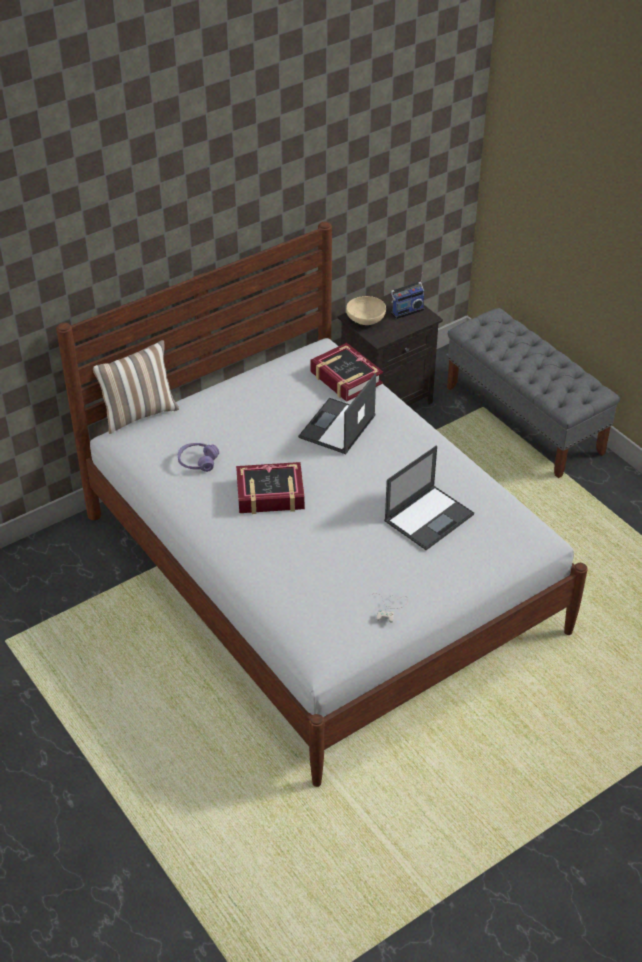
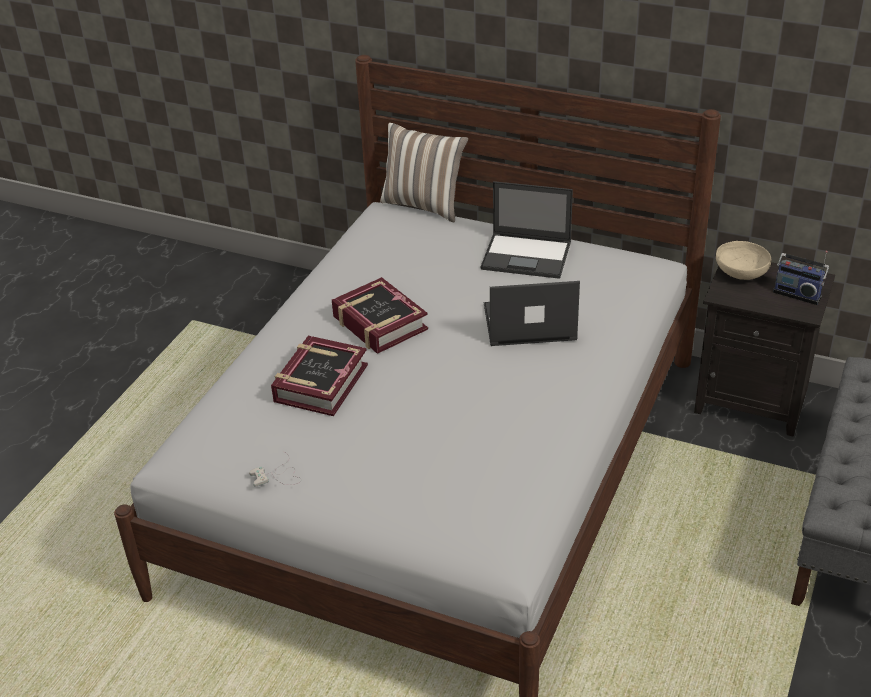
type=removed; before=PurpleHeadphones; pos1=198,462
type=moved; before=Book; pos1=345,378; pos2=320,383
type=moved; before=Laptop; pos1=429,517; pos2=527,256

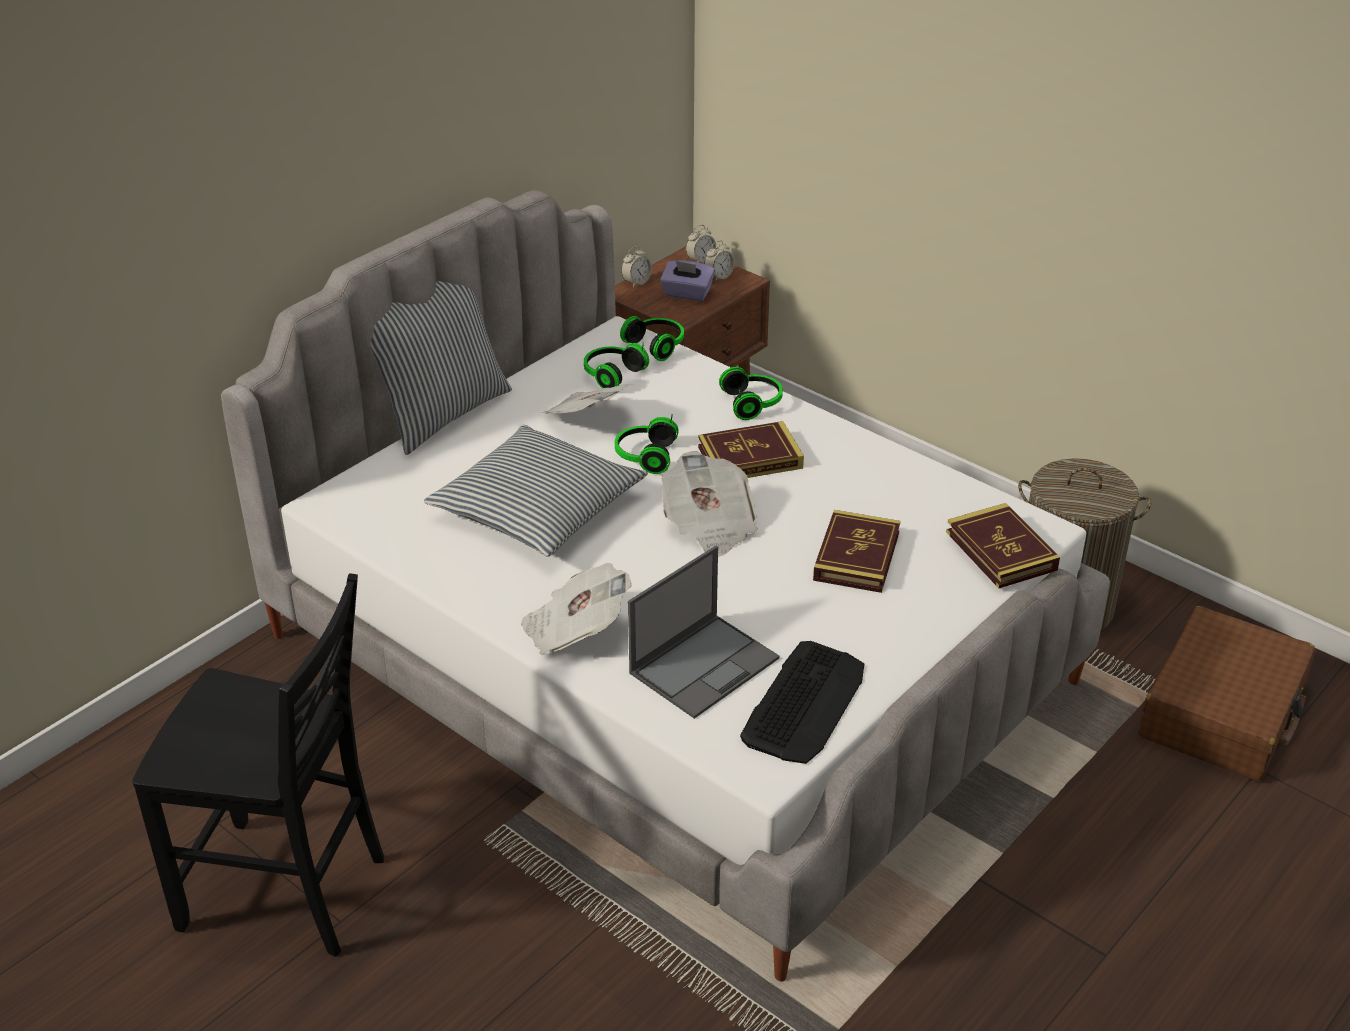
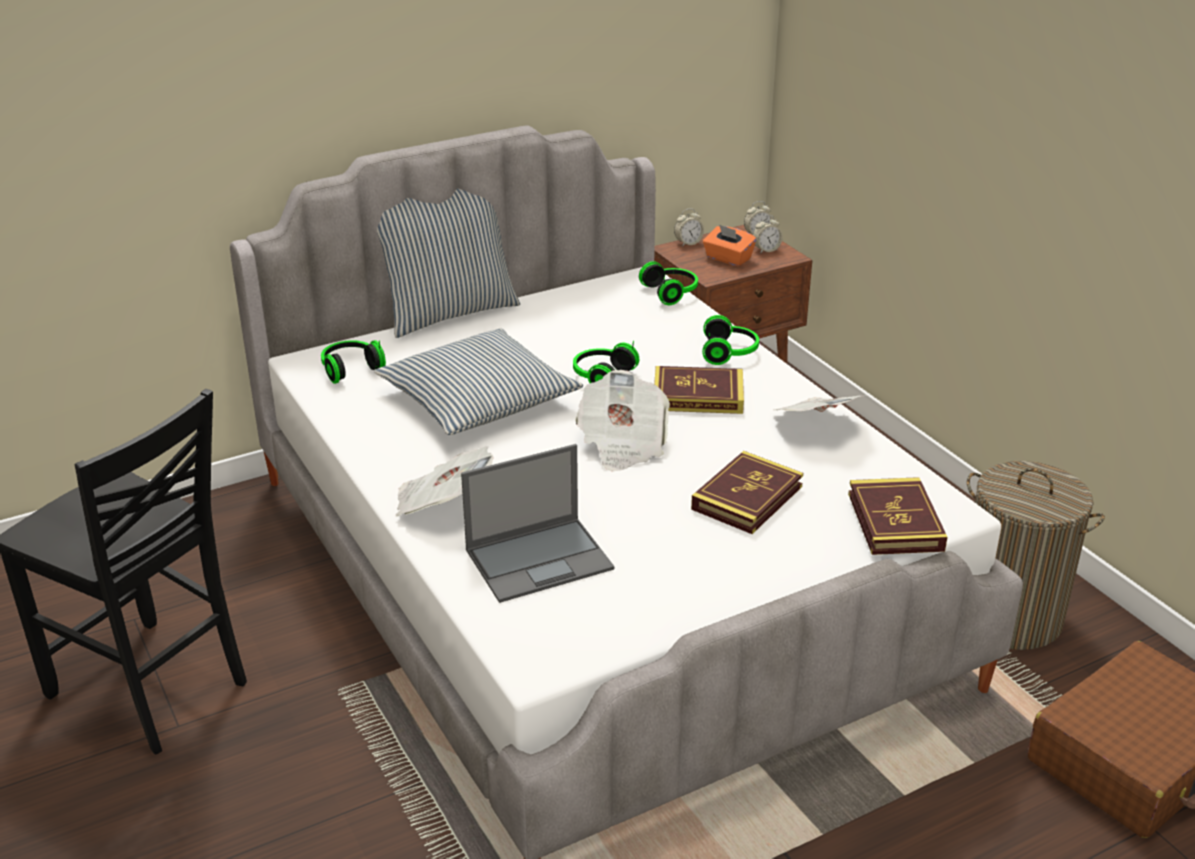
type=moved; before=Newspaper; pos1=587,419; pos2=817,424
type=moved; before=Headphones; pos1=611,375; pos2=350,369
type=recoloured; before=PurpleTissueBox; after=OrangeTissueBox; pos1=687,294; pos2=728,259
type=removed; before=Keyboard; pos1=804,703

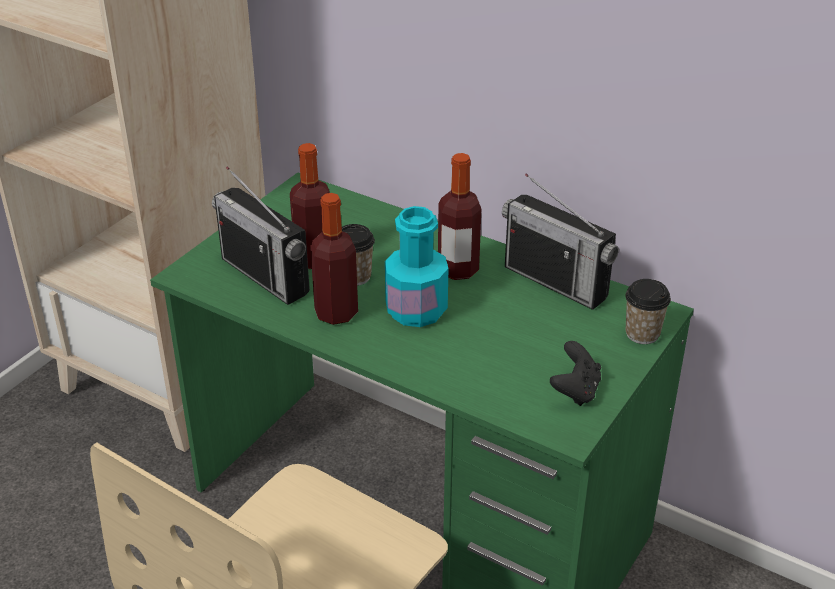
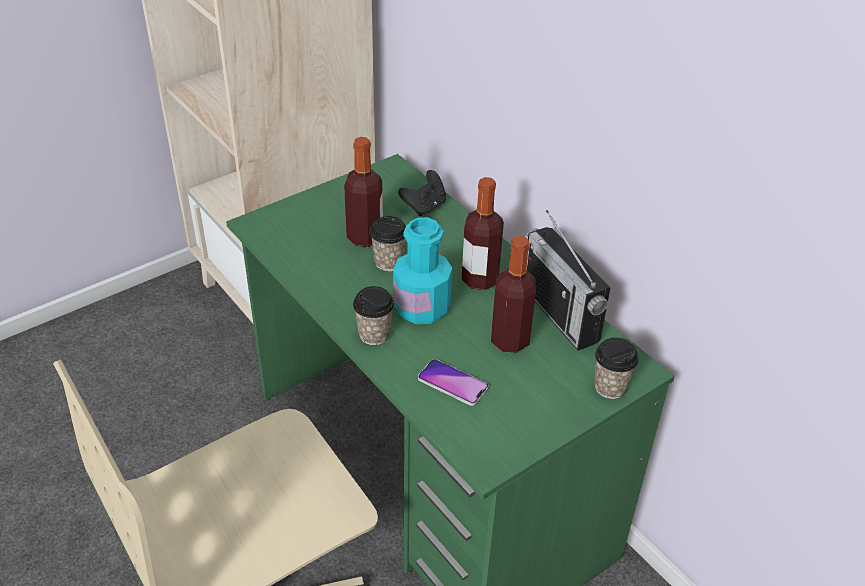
type=removed; before=Radio; pos1=265,276
type=moved; before=Bottle; pos1=336,313; pos2=510,340
type=moved; before=BlackGameController; pos1=575,391; pos2=424,206
type=added; after=Cup; pos2=374,335
type=added; after=Phone; pos2=453,383

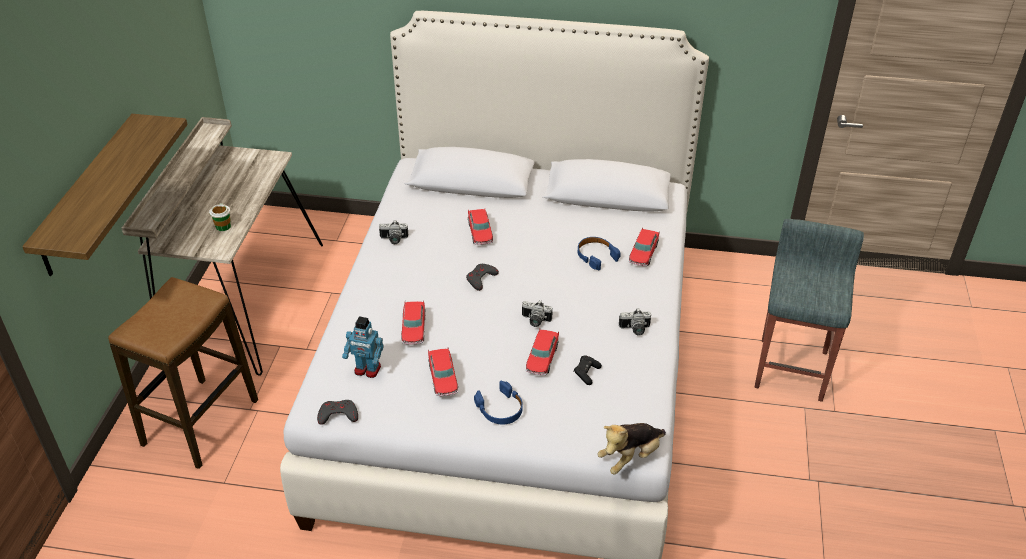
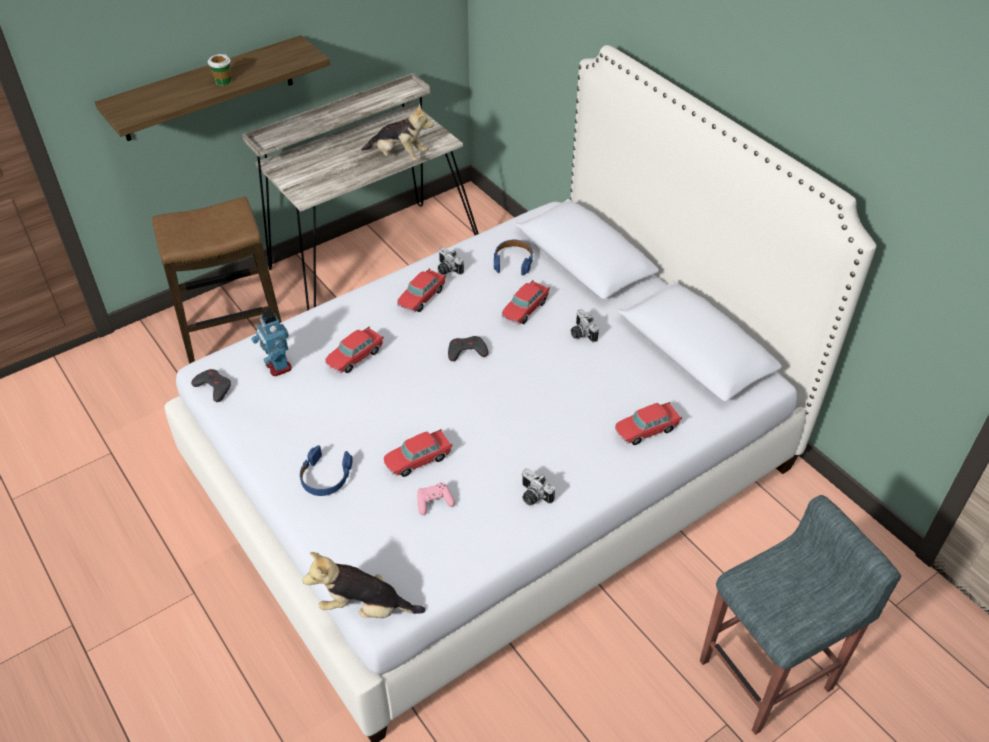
type=moved; before=Cup; pos1=223,226; pos2=223,81
type=moved; before=ToyCar; pos1=443,378; pos2=421,297
type=moved; before=PhotoCamera; pos1=535,321; pos2=581,334
type=recoloured; before=BlackGameController; after=PinkGameController; pos1=586,373; pos2=434,502
type=moved; before=BlueHeadphones; pos1=596,256; pos2=513,261
type=added; after=PlushToy; pos2=399,156

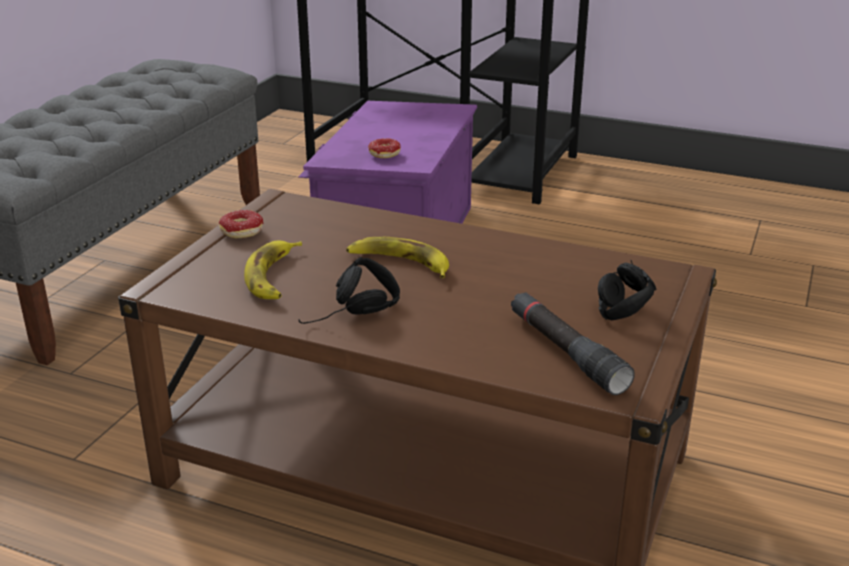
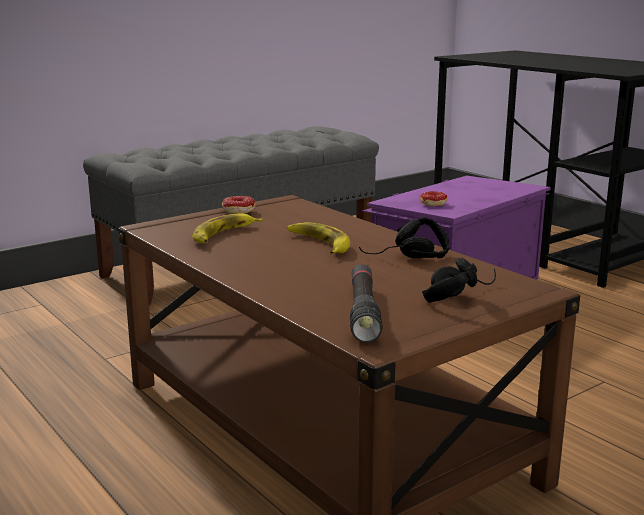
type=moved; before=BlackHeadphones; pos1=353,316; pos2=406,258

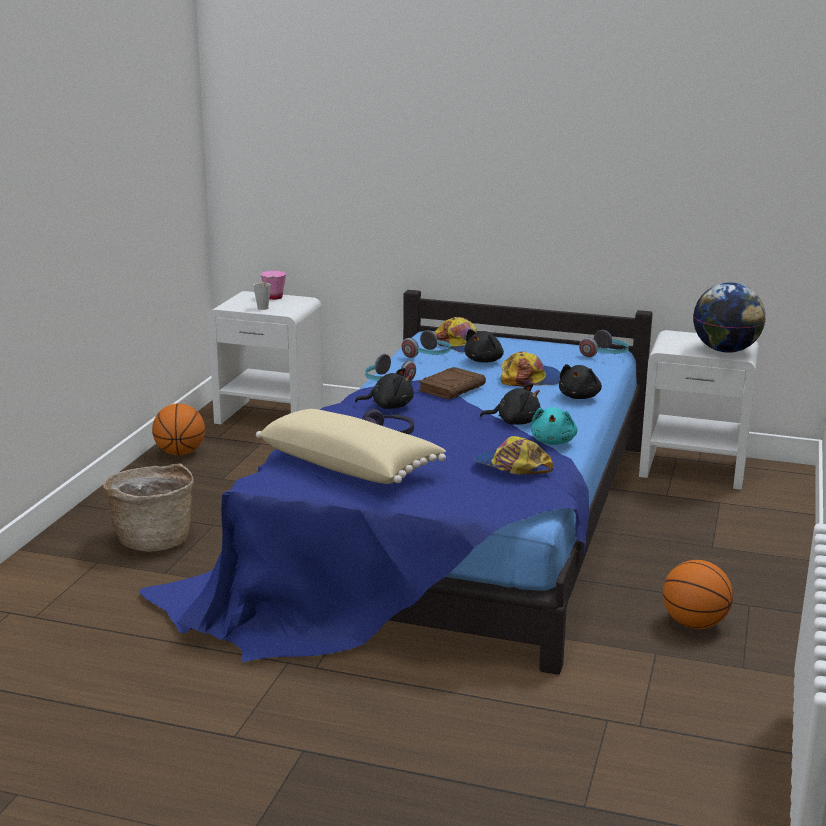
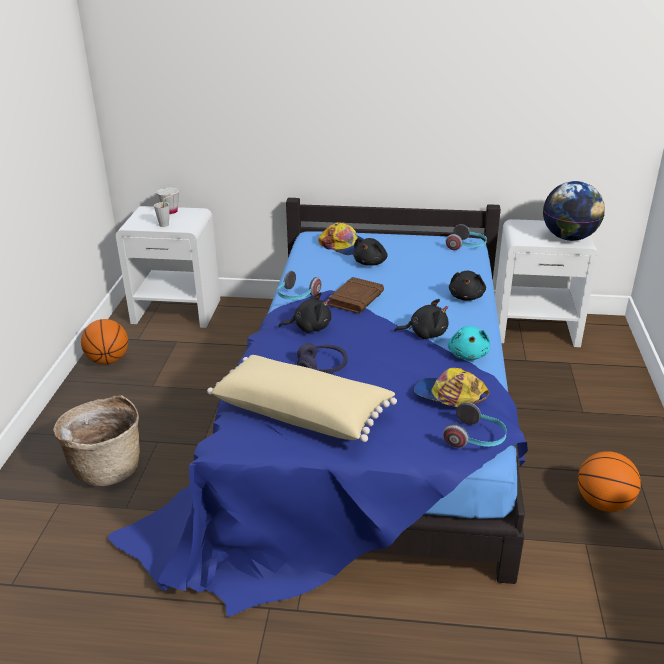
type=recoloured; before=PinkCup; after=WhiteCup; pos1=274,297; pos2=170,211
type=moved; before=Headphones; pos1=429,356; pos2=476,438
type=removed; before=Cap; pos1=530,379

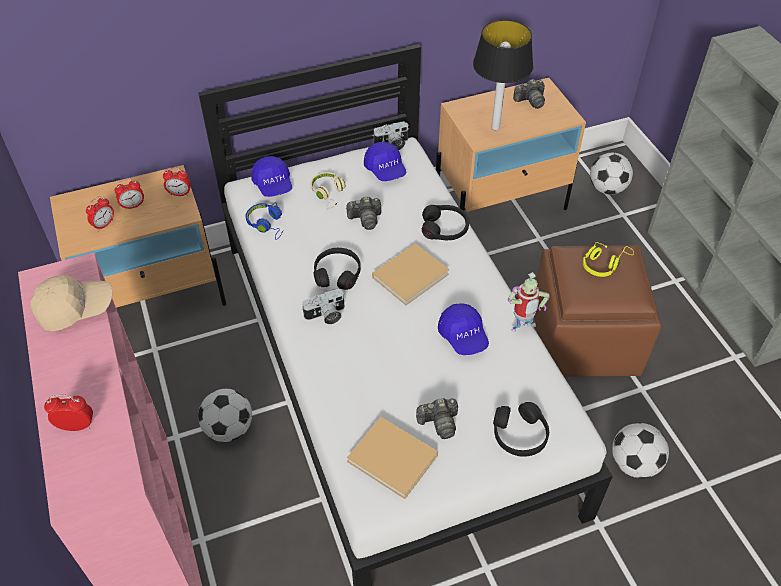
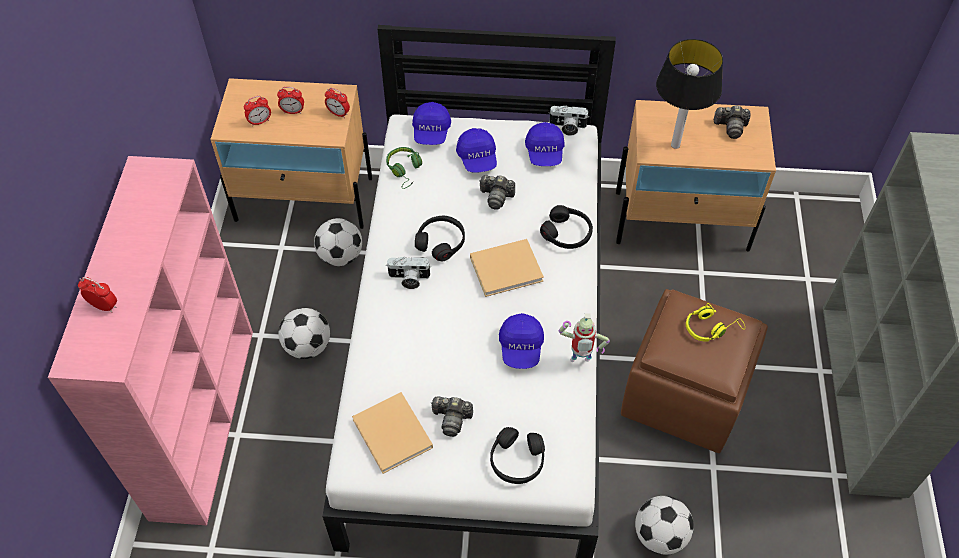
type=removed; before=BeigeCap; pos1=75,309
type=recoloured; before=BlueHeadphones; after=GreenHeadphones; pos1=267,225; pos2=405,170
type=replaced; before=BeigeHeadphones; after=BlueCap; pos1=328,194; pos2=477,158
type=moved; before=Football; pos1=607,189; pos2=340,256

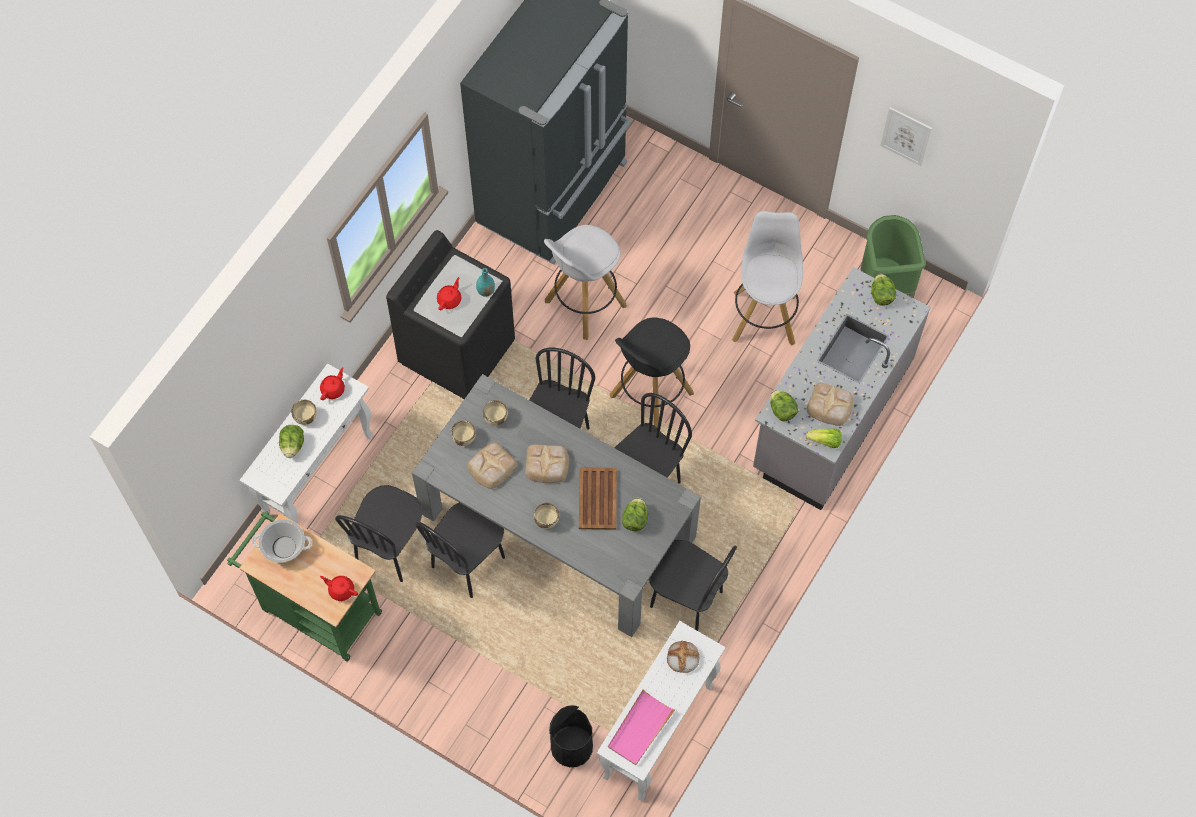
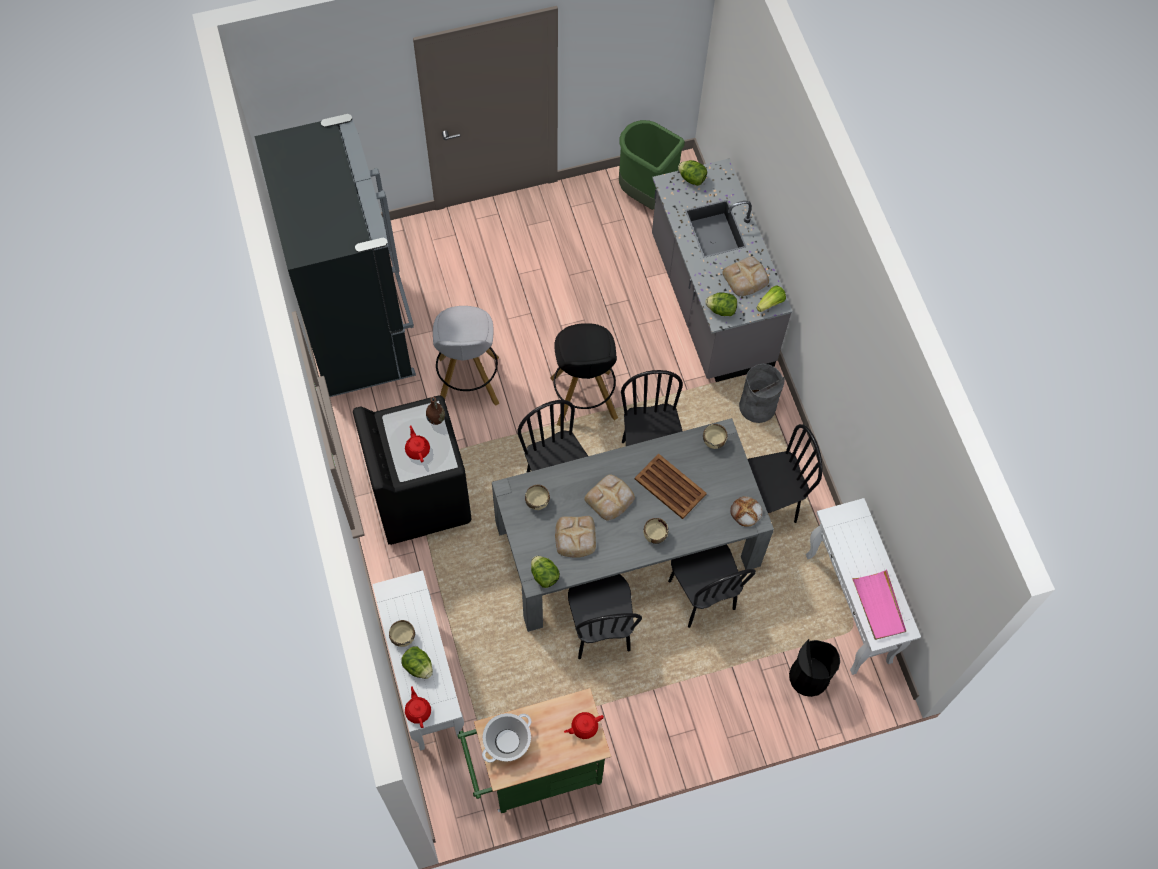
type=moved; before=RedTeapot; pos1=333,389; pos2=418,711
type=moved; before=BlackChair; pos1=391,549; pos2=701,595
type=moved; before=BeigeBowl; pos1=464,437; pos2=714,441
type=recoloured; before=TurquoiseVase; after=BrownVase; pos1=486,291; pos2=436,419
type=moved; before=Lettuce; pos1=635,519; pos2=544,575
type=moved; before=Bread; pos1=682,658; pos2=746,512
type=removed; before=WhiteStool; pos1=764,316
type=removed; before=Picture; pos1=906,136
type=added; after=GreyTrashCan; pos2=757,406

